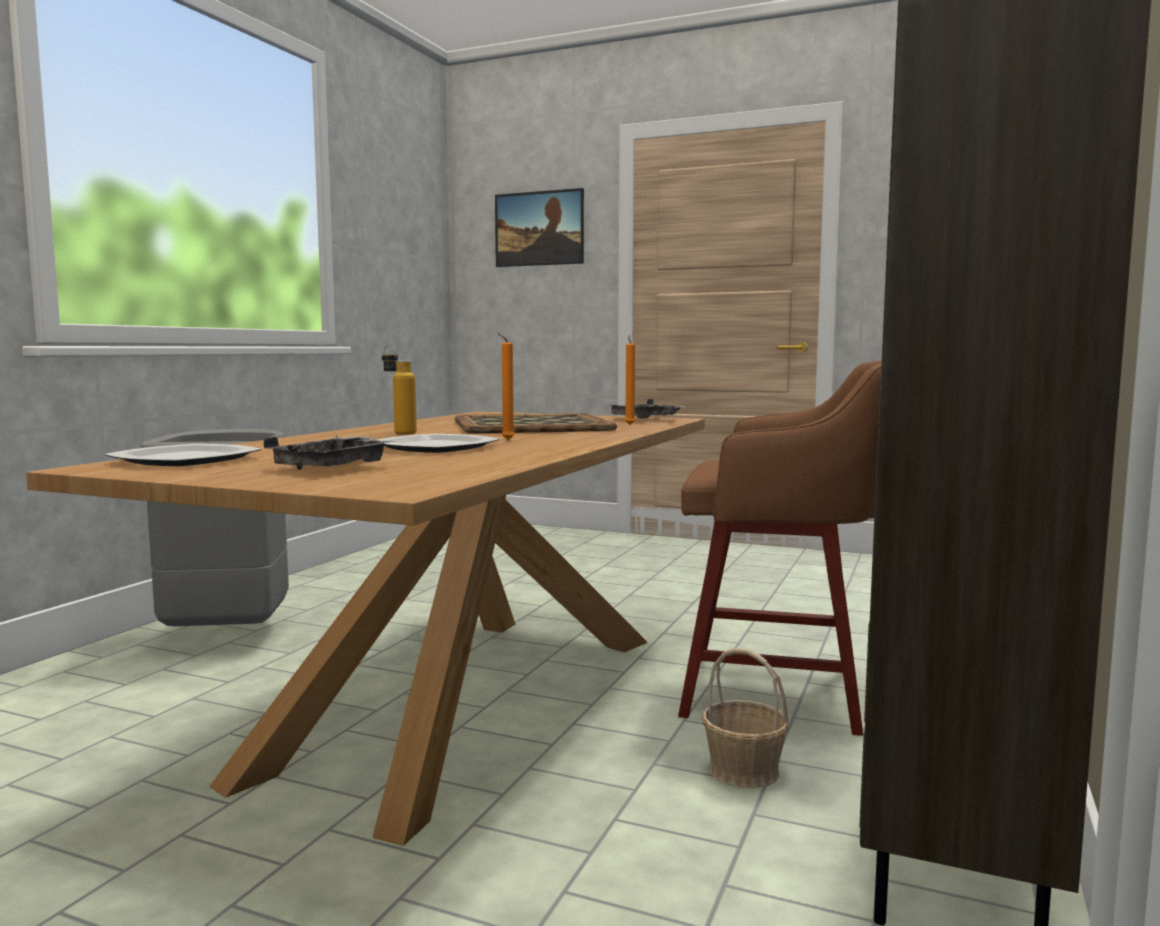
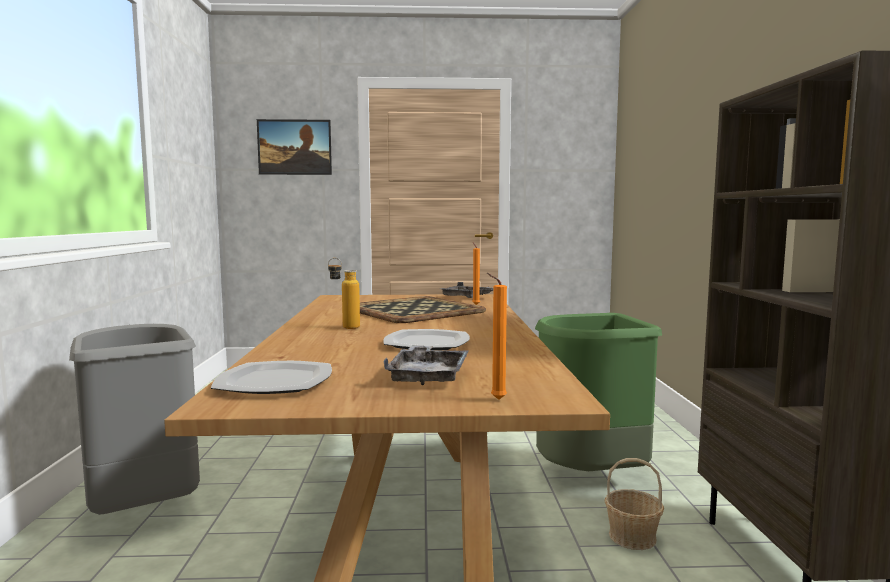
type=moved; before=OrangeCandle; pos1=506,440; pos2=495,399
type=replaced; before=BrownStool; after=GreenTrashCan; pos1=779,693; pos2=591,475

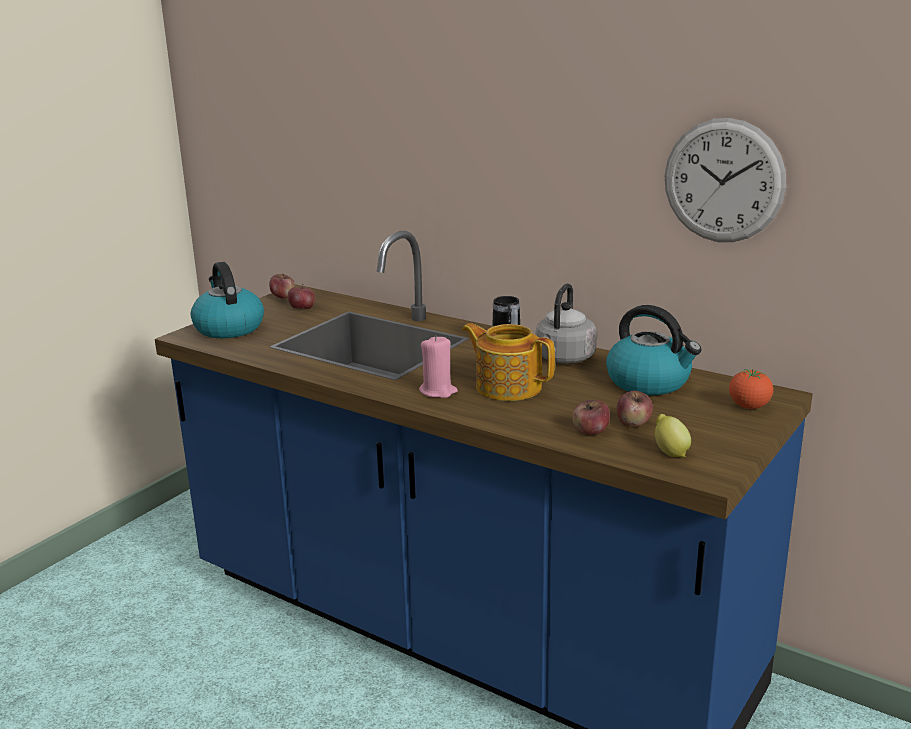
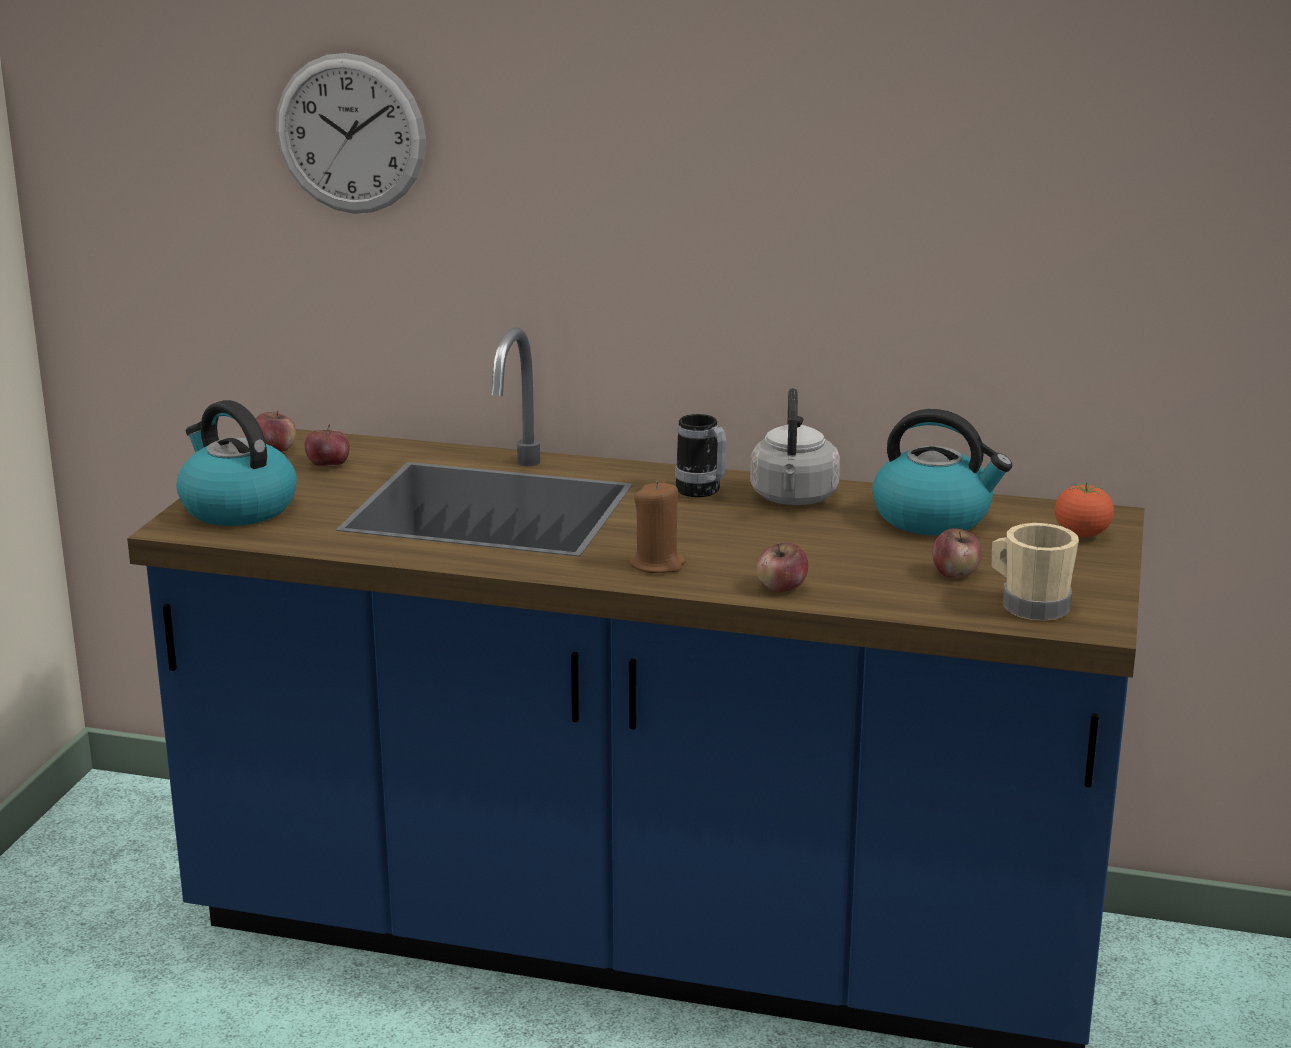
type=recoloured; before=PinkCandle; after=BrownCandle; pos1=438,391; pos2=658,564
type=removed; before=Teapot; pos1=507,386
type=moved; before=Apple; pos1=590,432; pos2=781,588
type=replaced; before=Lemon; after=BeigeMug; pos1=670,452; pos2=1028,604
type=moved; before=WallClock; pos1=723,181; pos2=350,134

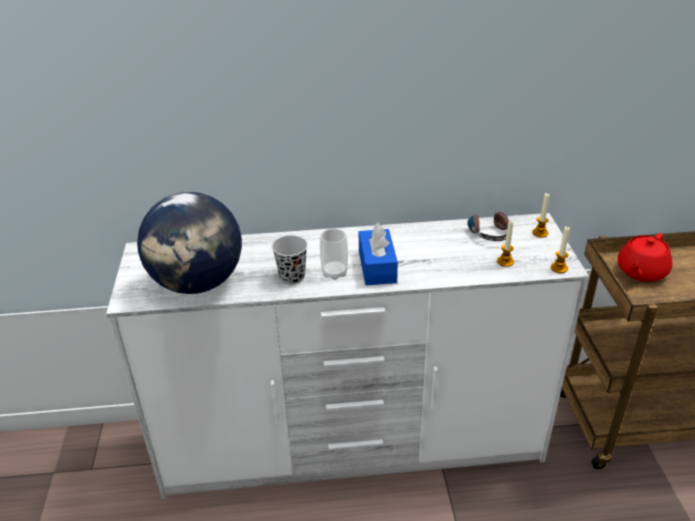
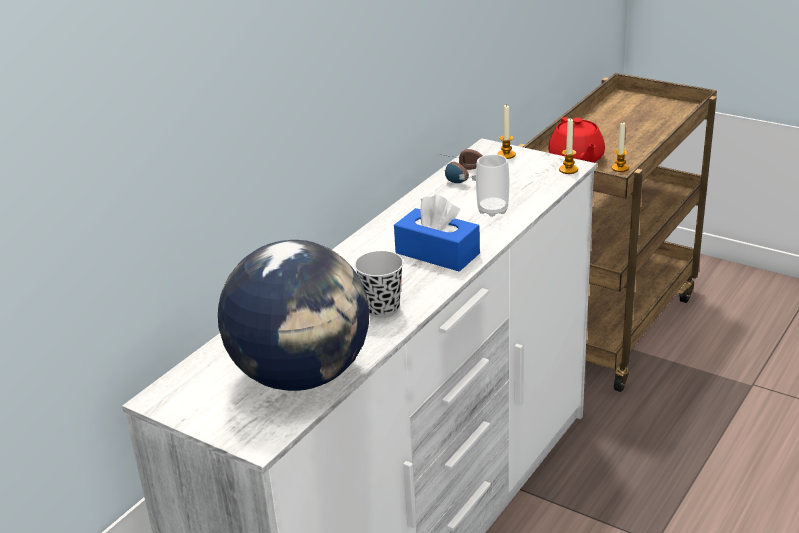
type=moved; before=Cup; pos1=334,273; pos2=492,210
type=moved; before=Candle; pos1=505,262; pos2=620,168

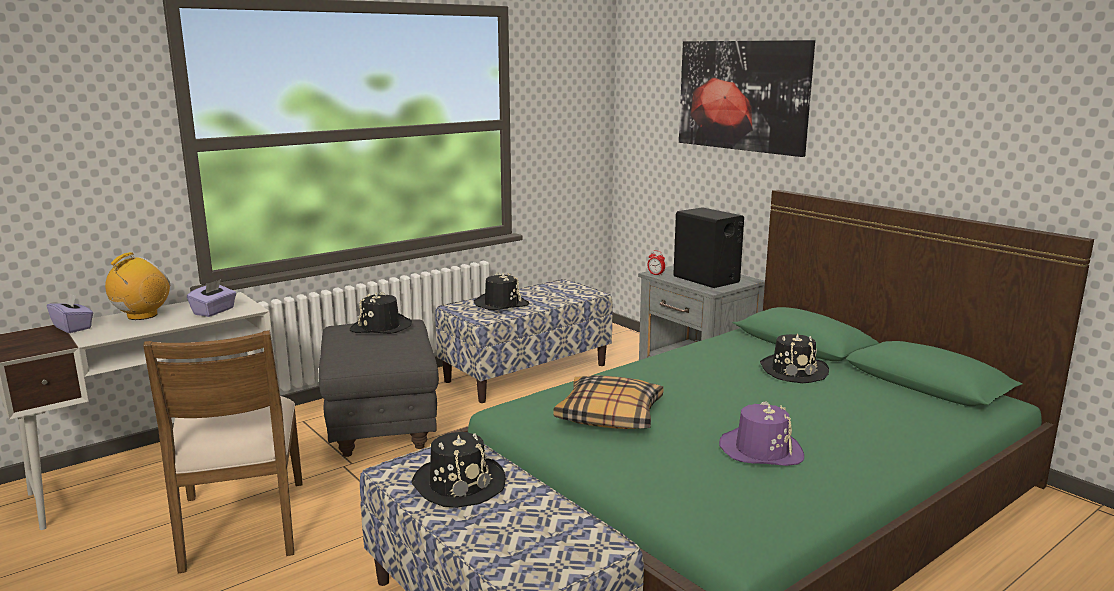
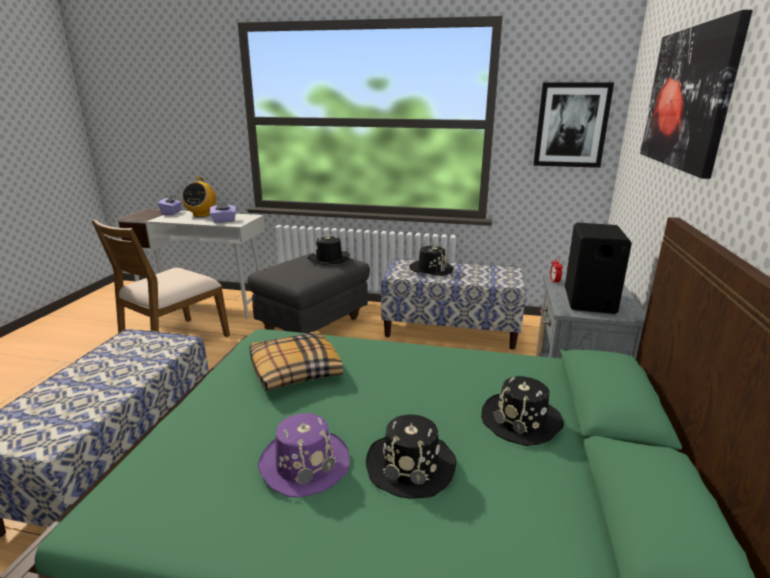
type=turned; before=Radio; pos1=142,316; pos2=201,215; turn=105
type=moved; before=BlackHat; pos1=458,484; pos2=411,465
type=added; after=Picture; pos2=571,125

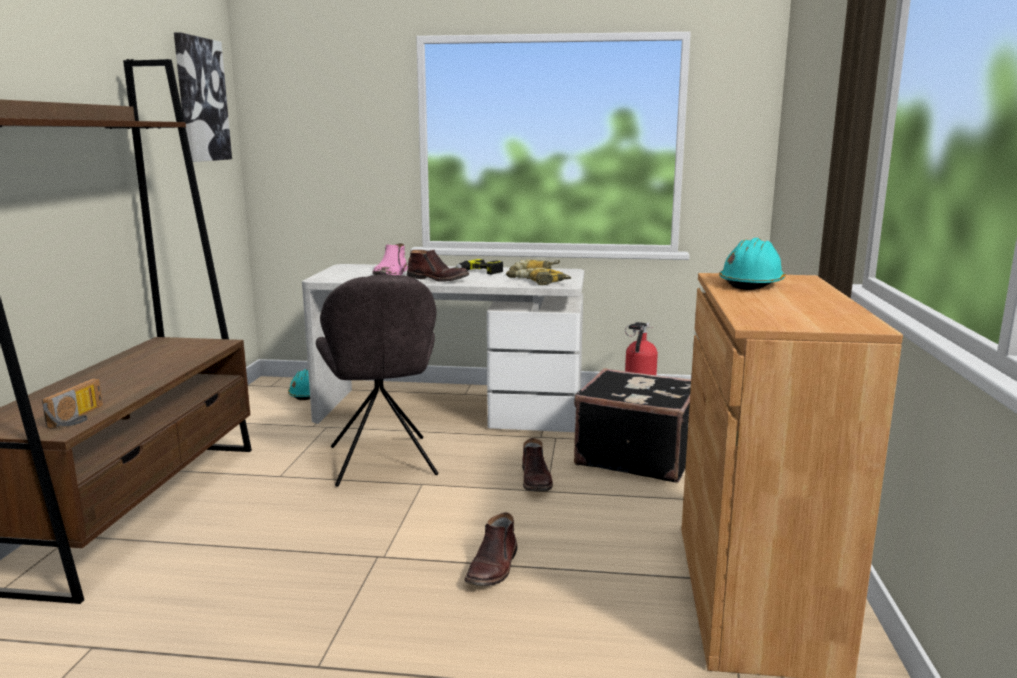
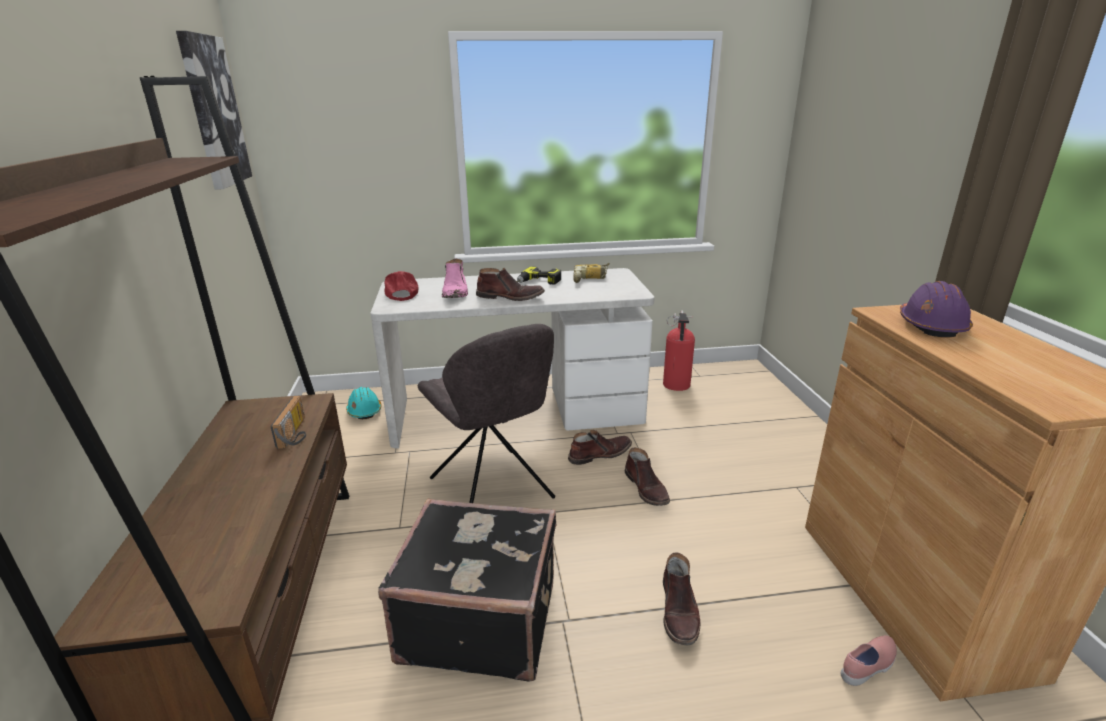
type=moved; before=Radio; pos1=79,418; pos2=296,434
type=removed; before=PowerDrill; pos1=537,282
type=moved; before=BlackSuitcase; pos1=636,456; pos2=479,618
type=recoloured; before=TurquoiseHardHat; after=PurpleHardHat; pos1=752,284; pos2=931,325
type=added; after=RedCap; pos2=401,293
type=added; after=BrownBoot; pos2=599,454
type=added; after=PinkShoe; pos2=868,667

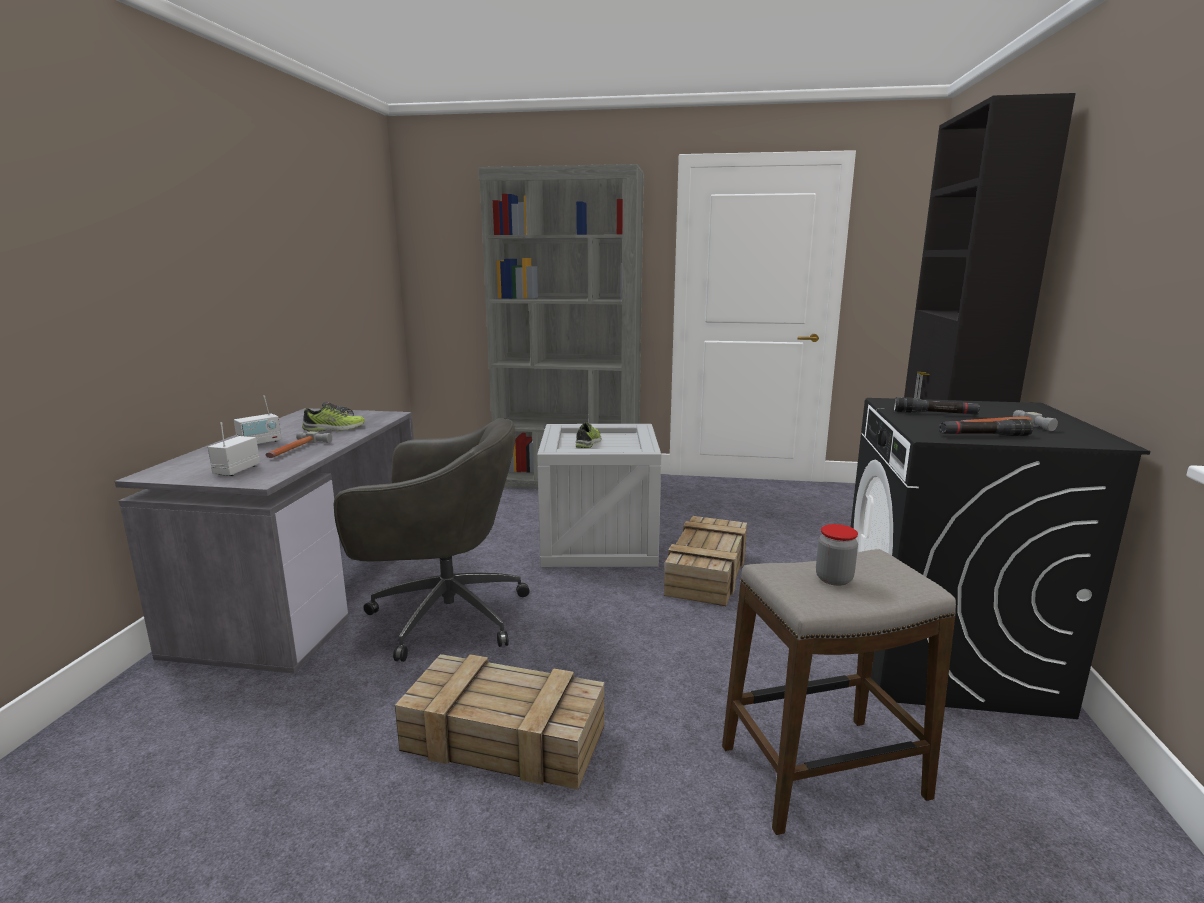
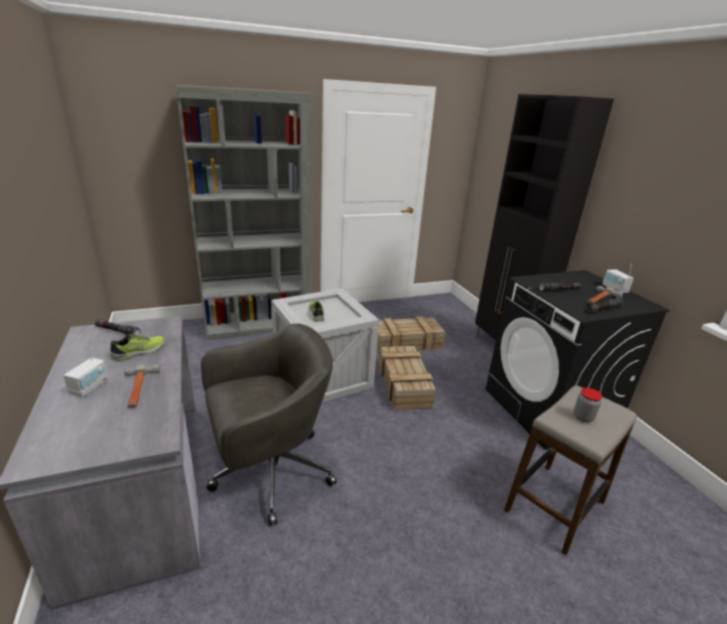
type=moved; before=Radio; pos1=236,470; pos2=614,289
type=moved; before=Crate; pos1=507,738; pos2=407,342

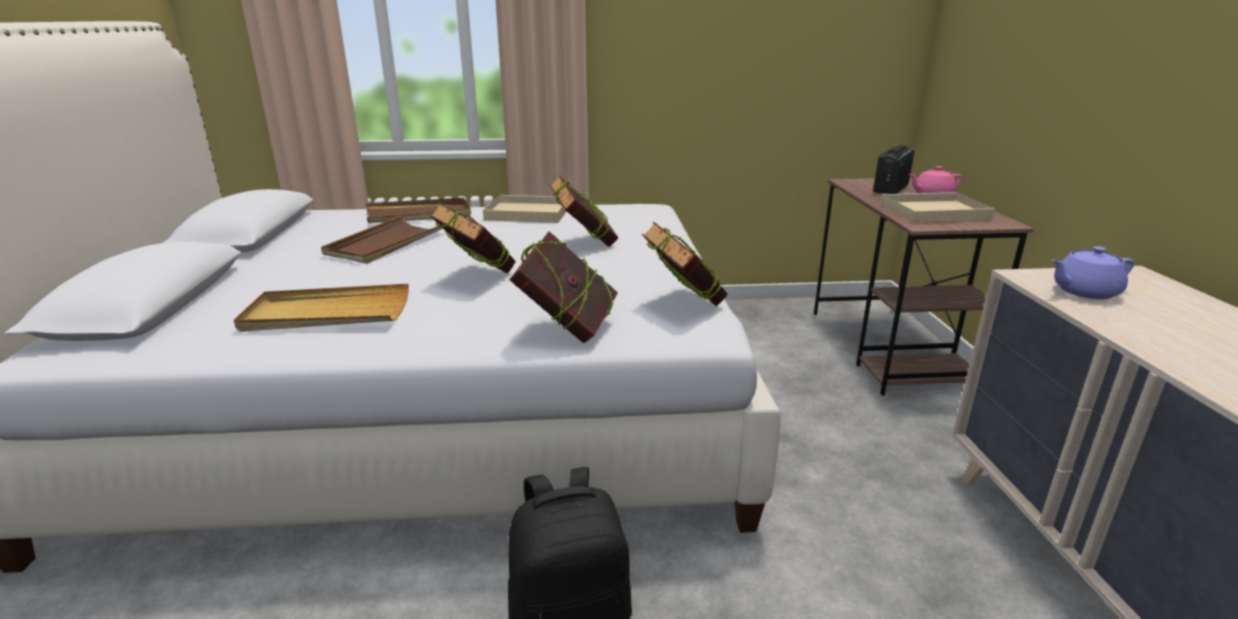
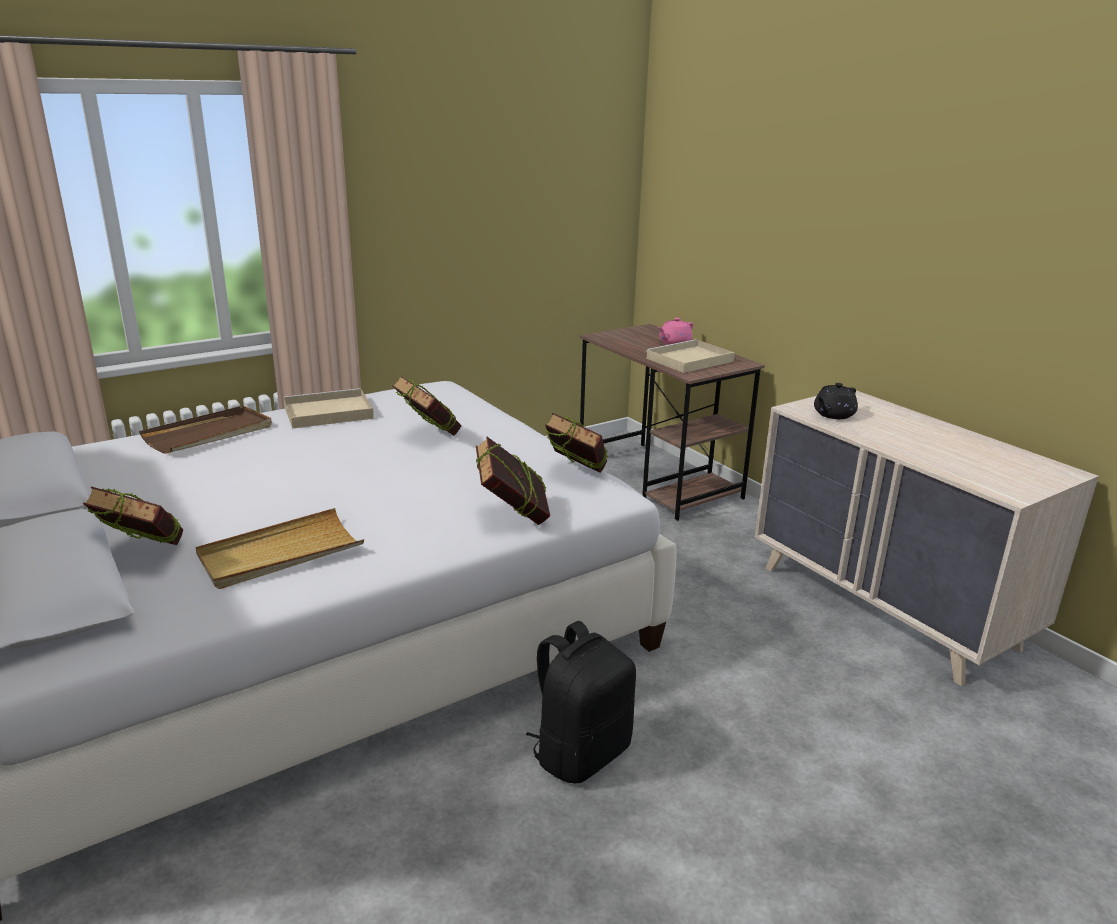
type=removed; before=BrownTray; pos1=386,243
type=moved; before=Book; pos1=477,276; pos2=143,557
type=removed; before=Radio; pos1=890,188
type=recoloured; before=PurpleTeapot; after=BlackTeapot; pos1=1084,292; pos2=833,415

